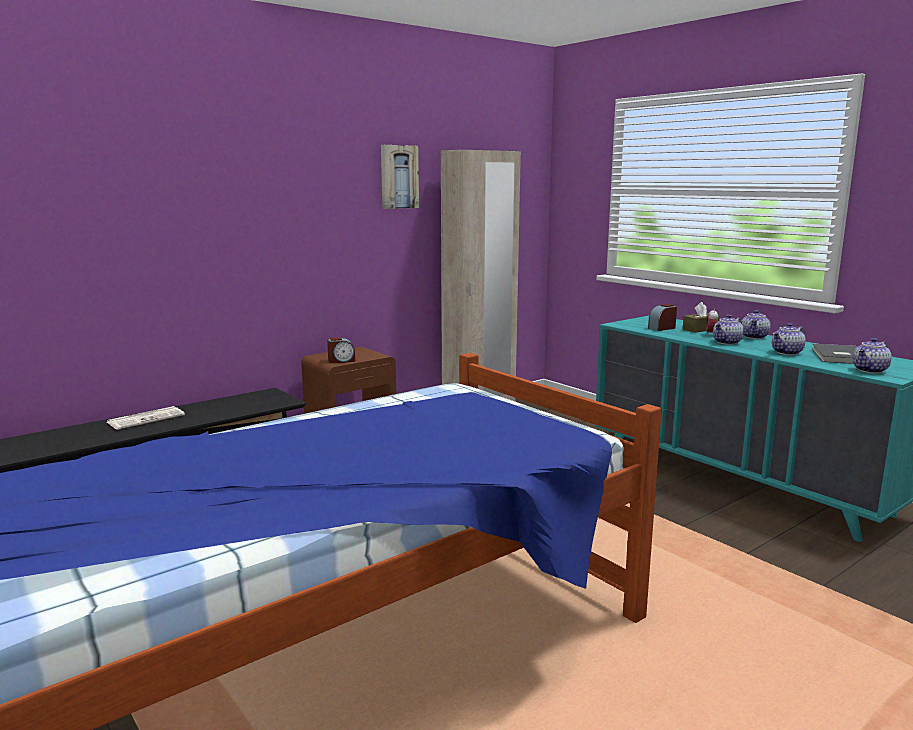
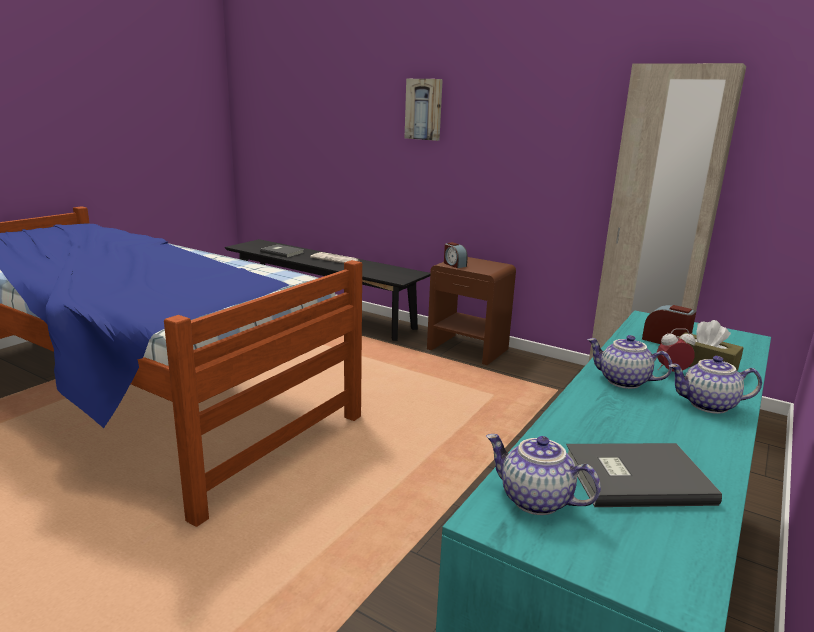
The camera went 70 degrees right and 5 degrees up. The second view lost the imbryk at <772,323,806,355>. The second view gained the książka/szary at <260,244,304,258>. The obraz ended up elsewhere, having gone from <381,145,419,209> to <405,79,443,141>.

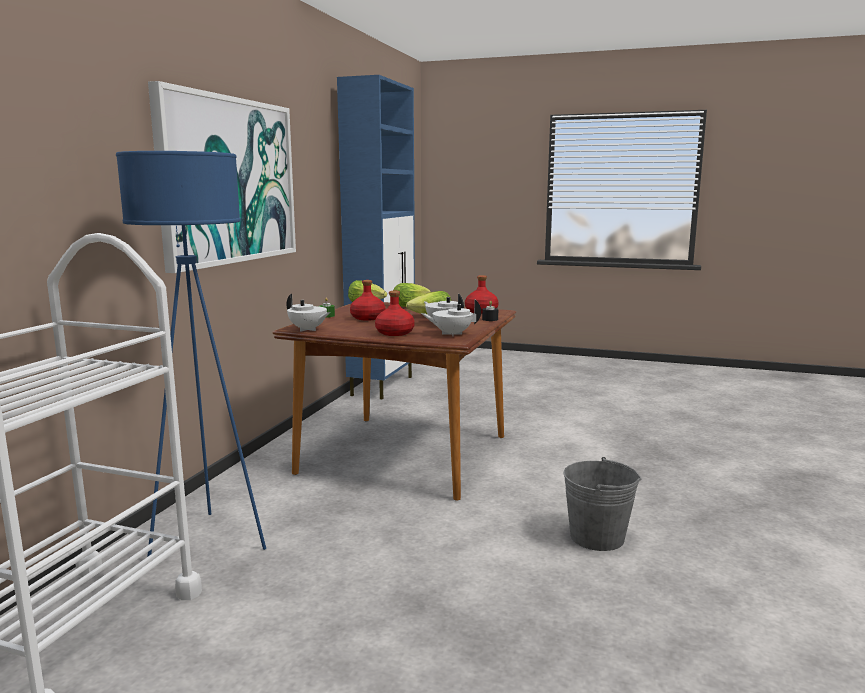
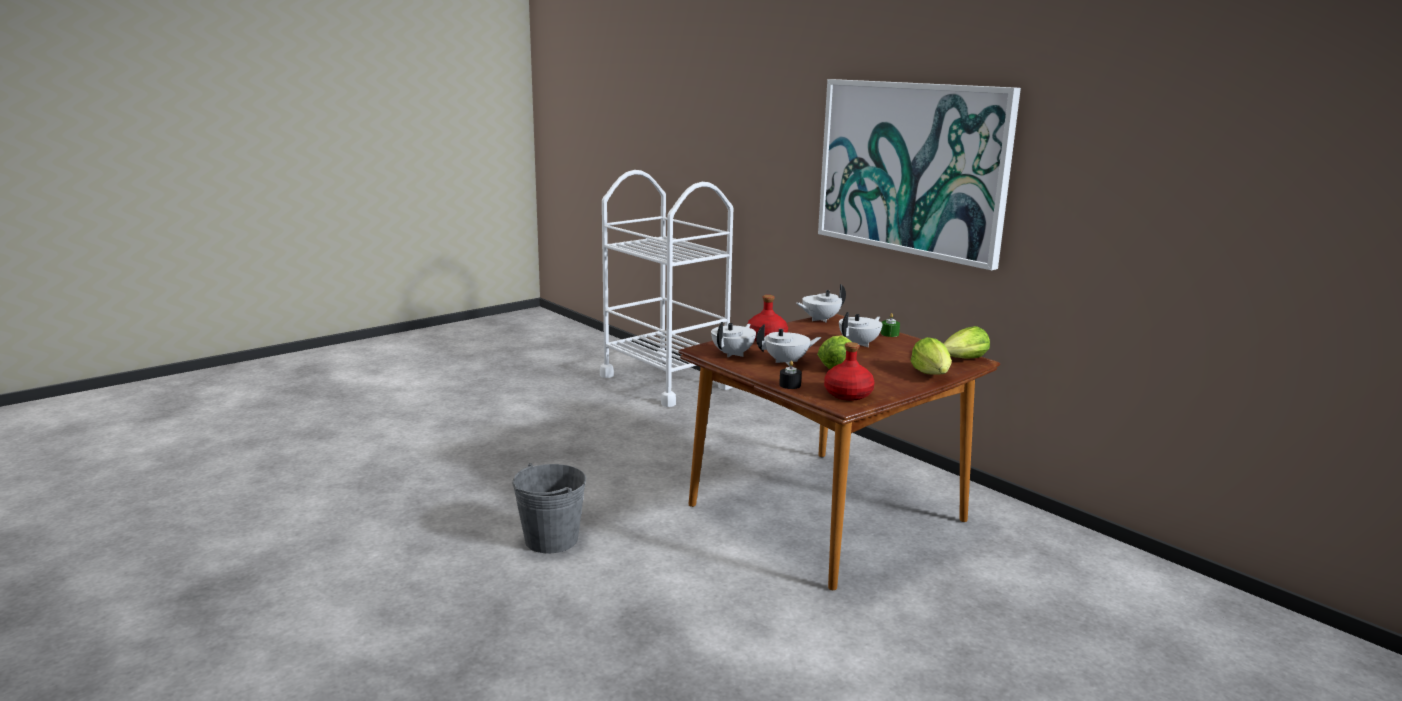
The camera went 120 degrees right and 5 degrees up. The second view lost the lampa stojąca/niebieski at <116,151,266,563>. The second view lost the szafka/niebieski at <337,75,415,399>. Where the butelka/czerwony stood at <350,280,385,321>, the imbryk/biały came to stand at <839,312,882,347>.

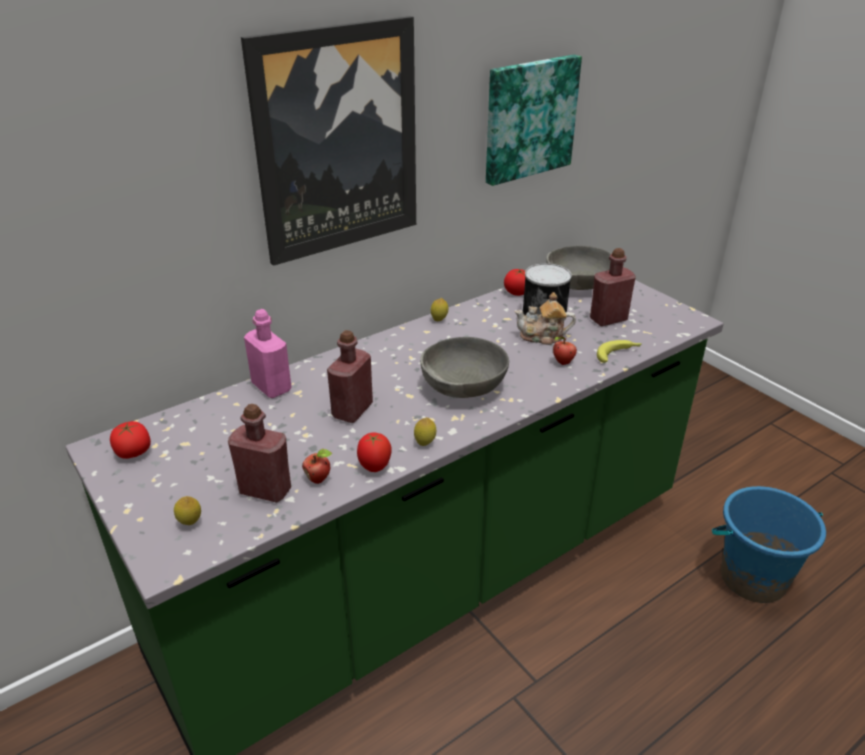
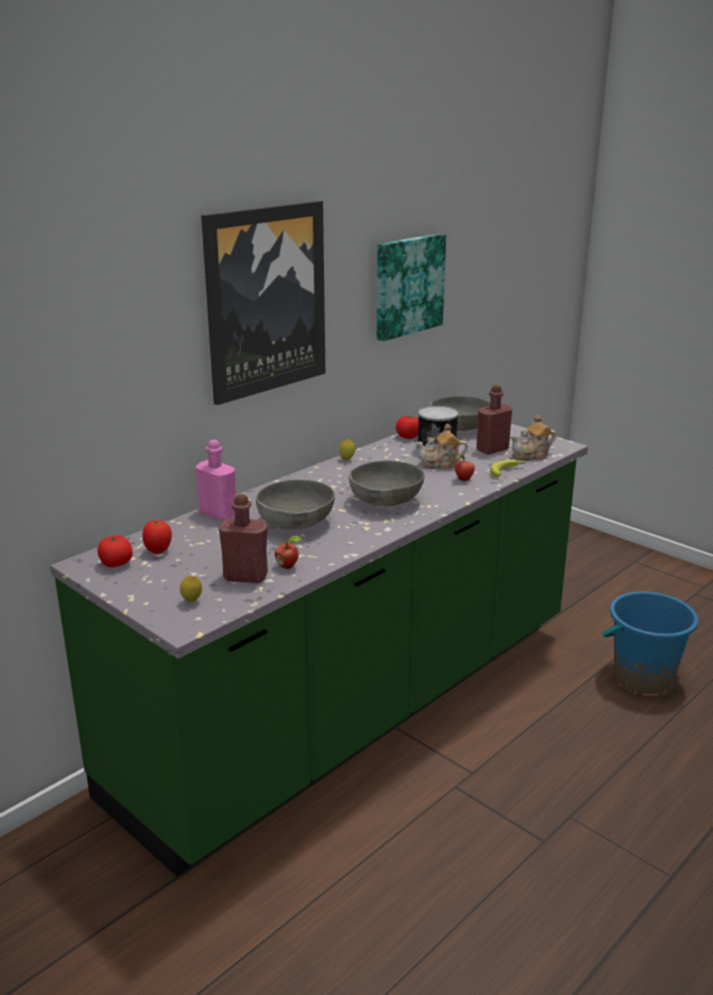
The camera went 10 degrees left and 10 degrees down. The second view lost the cytryna at <414,417,436,446>. The second view gained the imbryk at <511,415,556,460>. The pomidor ended up elsewhere, having gone from <357,433,392,472> to <142,520,172,554>. Where the butelka/czerwony stood at <327,330,373,423>, the miska/szary came to stand at <256,480,335,530>.

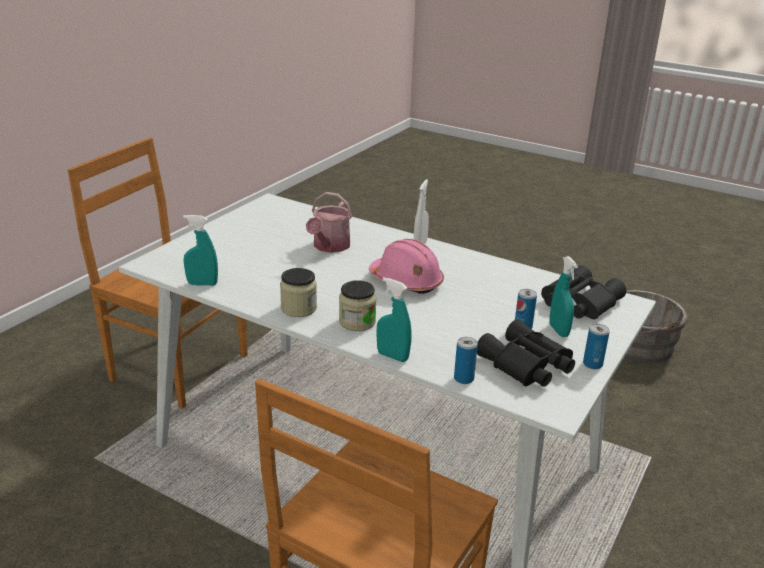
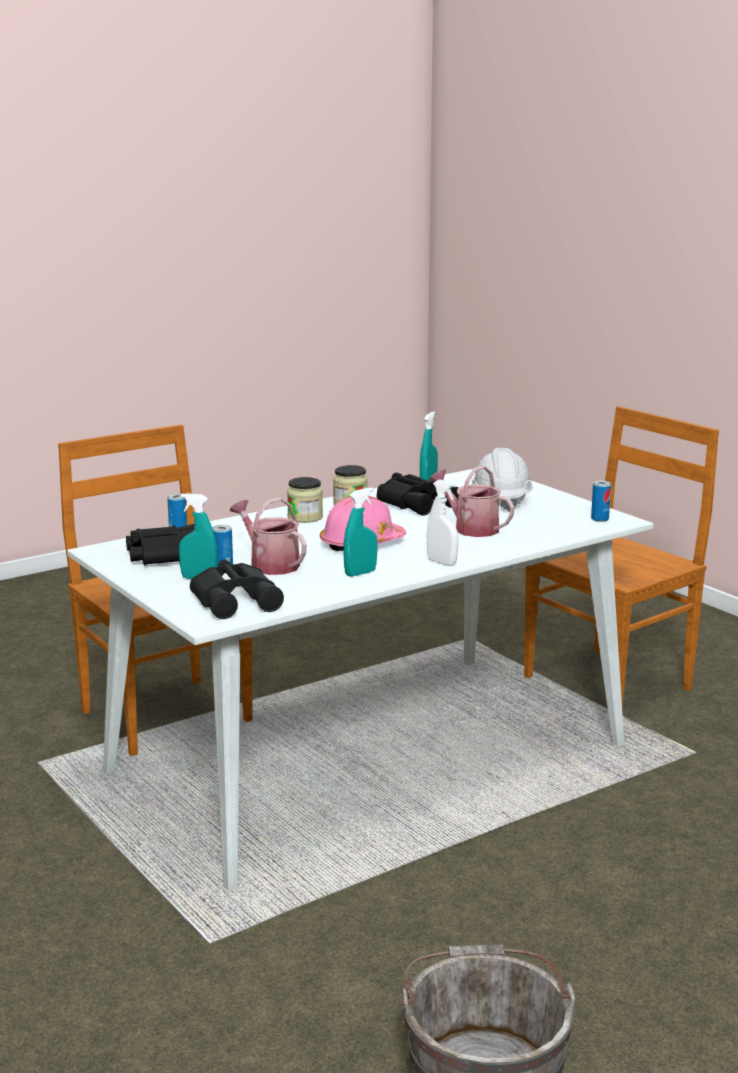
The camera went 115 degrees right and 10 degrees down. The second view gained the konewka at <230,497,307,575>. The second view gained the lornetka/czarny at <377,473,459,516>. The second view gained the kask/biały at <472,448,533,512>. The spryskiwacz/turkusowy ended up elsewhere, having gone from <376,277,411,362> to <343,488,378,577>. The puszka ended up elsewhere, having gone from <583,324,610,369> to <591,480,611,522>.

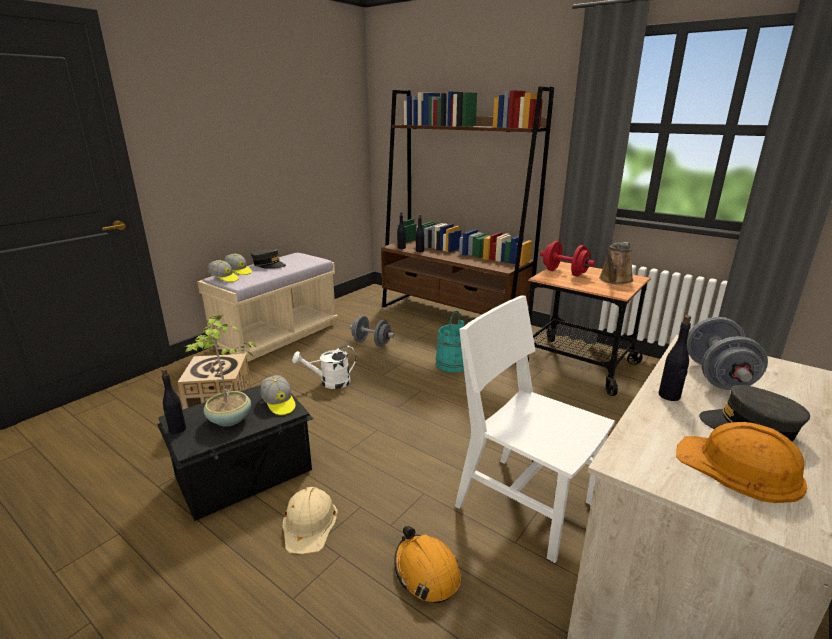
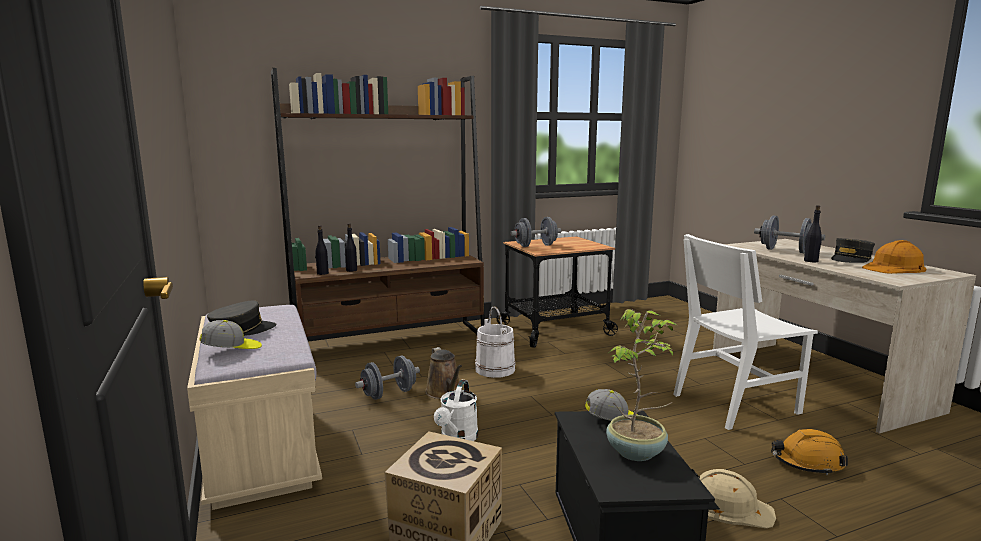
The camera went 60 degrees left and 10 degrees down. The second view lost the butelka/czarny at <162,369,186,434>. The second view lost the czapka z daszkiem at <208,260,239,282>. The konewka/brązowy ended up elsewhere, having gone from <599,242,633,284> to <425,347,462,399>. What was the wiadro/turkusowy at <436,311,464,373> turned into the wiadro/biały at <475,306,516,378>. What was the hantel/czerwony at <540,241,595,276> turned into the hantel/szary at <510,217,561,247>.

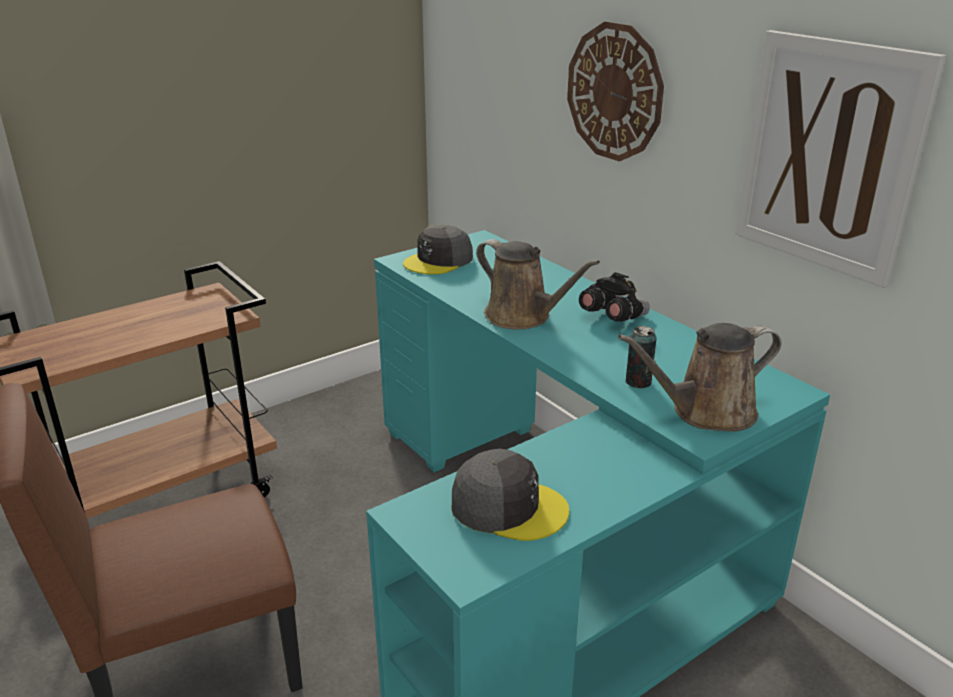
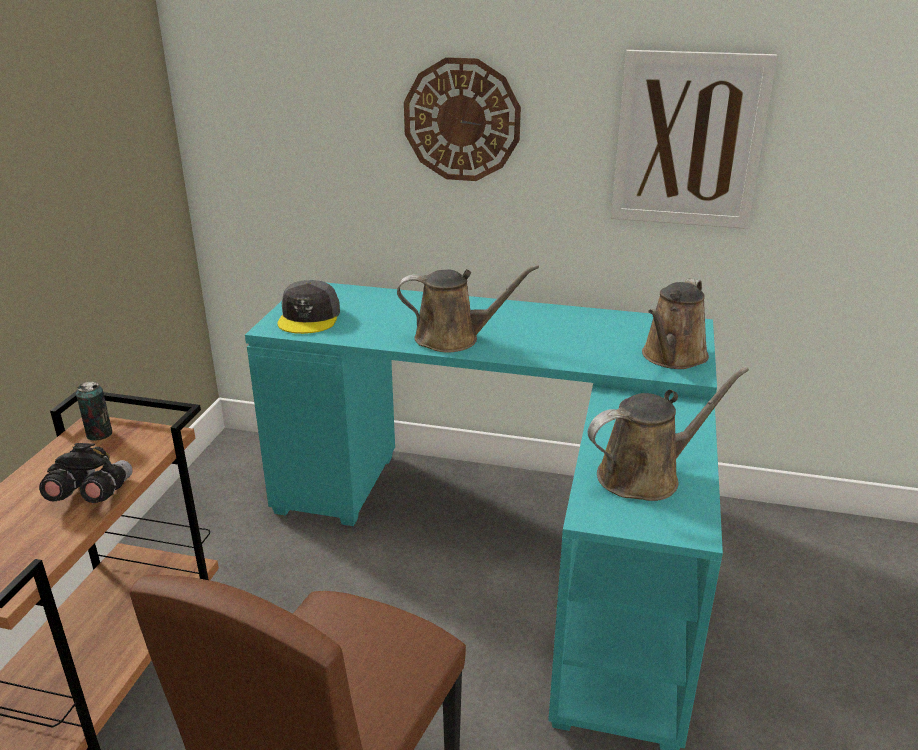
The camera went 40 degrees left and 0 degrees up. The lornetka/czarny ended up elsewhere, having gone from <579,272,650,322> to <39,443,132,503>. The puszka ended up elsewhere, having gone from <626,326,656,388> to <76,382,112,441>. Where the czapka z daszkiem/szary stood at <451,449,569,541>, the konewka/brązowy came to stand at <588,367,749,501>.

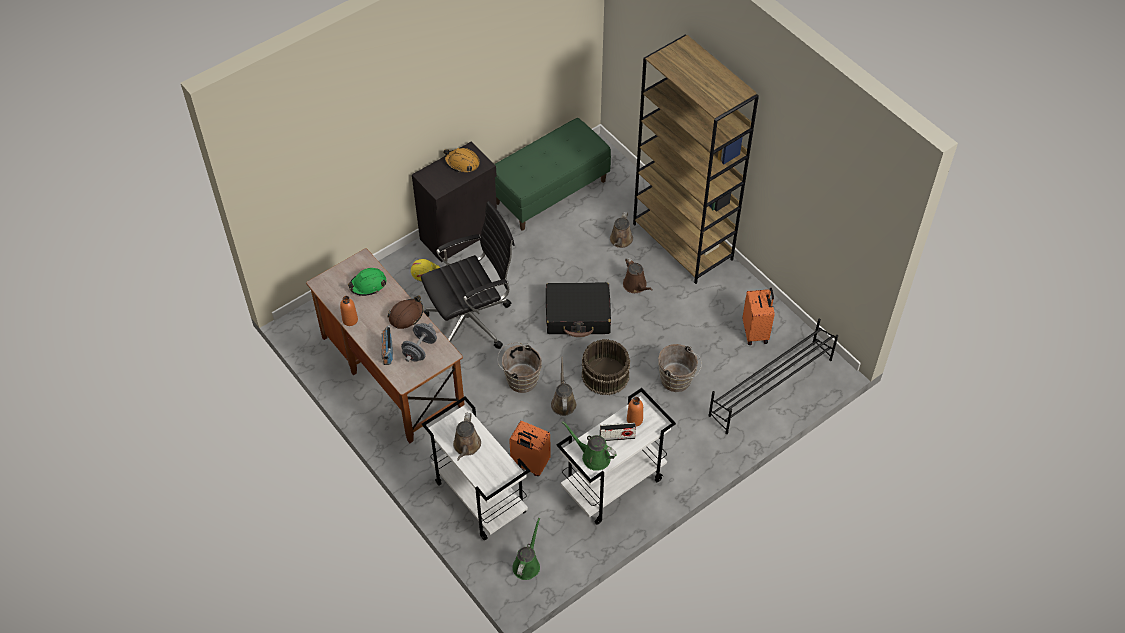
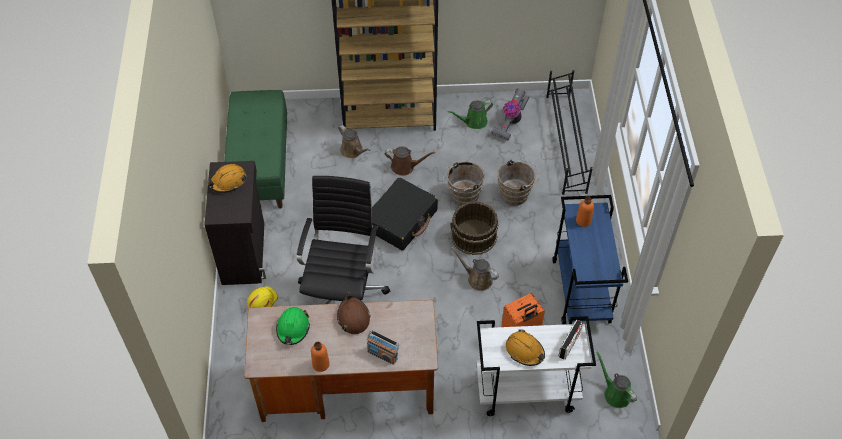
The camera went 55 degrees left and 0 degrees up. The second view lost the hantel/szary at <401,323,437,362>. The wiadro/brązowy ended up elsewhere, having gone from <498,343,542,393> to <443,161,485,206>. The konewka/zielony ended up elsewhere, having gone from <562,421,617,471> to <448,100,493,129>. The radio ended up elsewhere, having gone from <600,423,636,441> to <559,319,583,360>. Where the konewka/brązowy stood at <453,413,481,461>, the kask/pomarańczowy came to stand at <506,330,545,366>. Where the walizka/pomarańczowy stood at <742,288,775,345>, the odkurzacz came to stand at <491,88,529,141>. What was the wózek/biały at <557,388,676,525> turned into the wózek/niebieski at <552,195,628,325>.

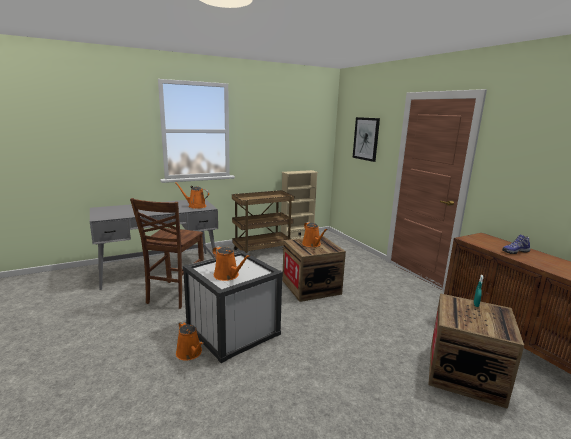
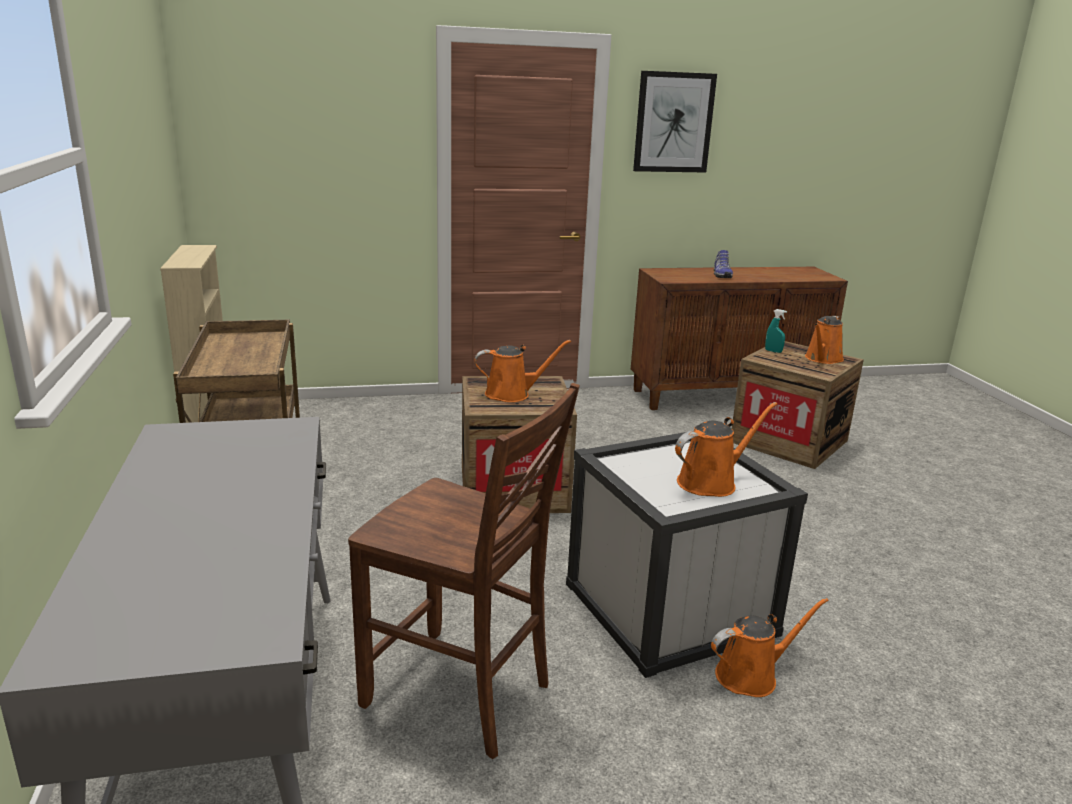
The camera went 75 degrees left and 5 degrees up. The konewka/pomarańczowy ended up elsewhere, having gone from <175,182,209,209> to <805,316,844,364>. The obraz ended up elsewhere, having gone from <353,117,380,162> to <633,71,717,173>.

